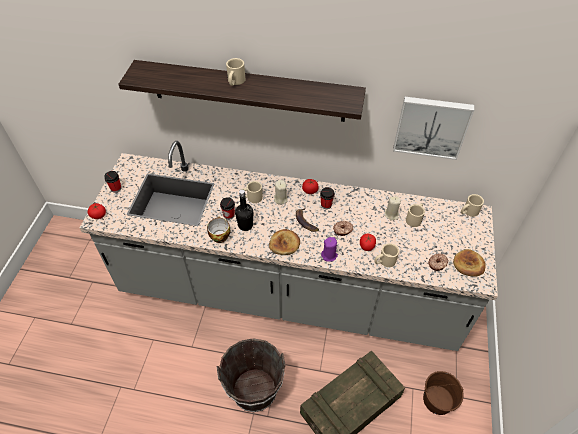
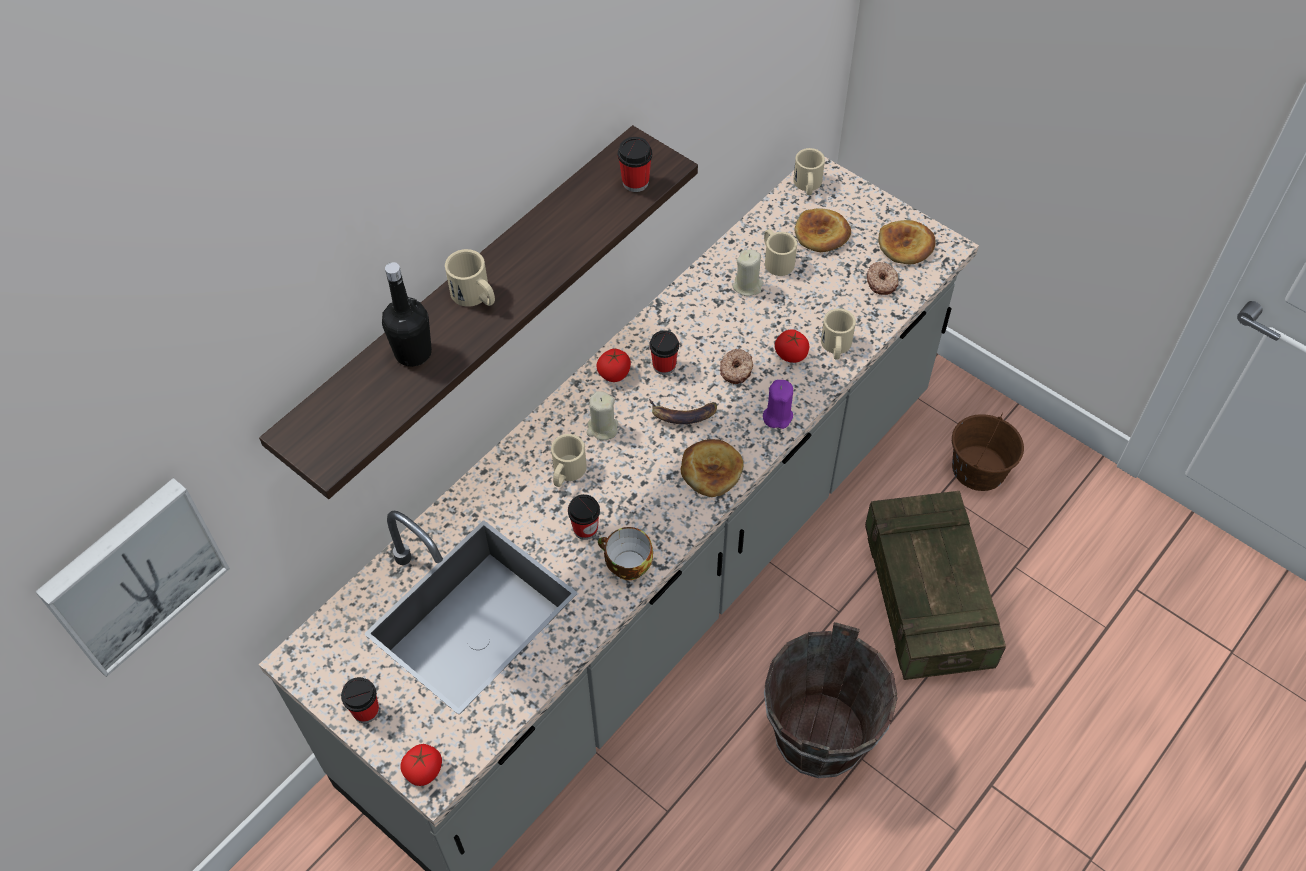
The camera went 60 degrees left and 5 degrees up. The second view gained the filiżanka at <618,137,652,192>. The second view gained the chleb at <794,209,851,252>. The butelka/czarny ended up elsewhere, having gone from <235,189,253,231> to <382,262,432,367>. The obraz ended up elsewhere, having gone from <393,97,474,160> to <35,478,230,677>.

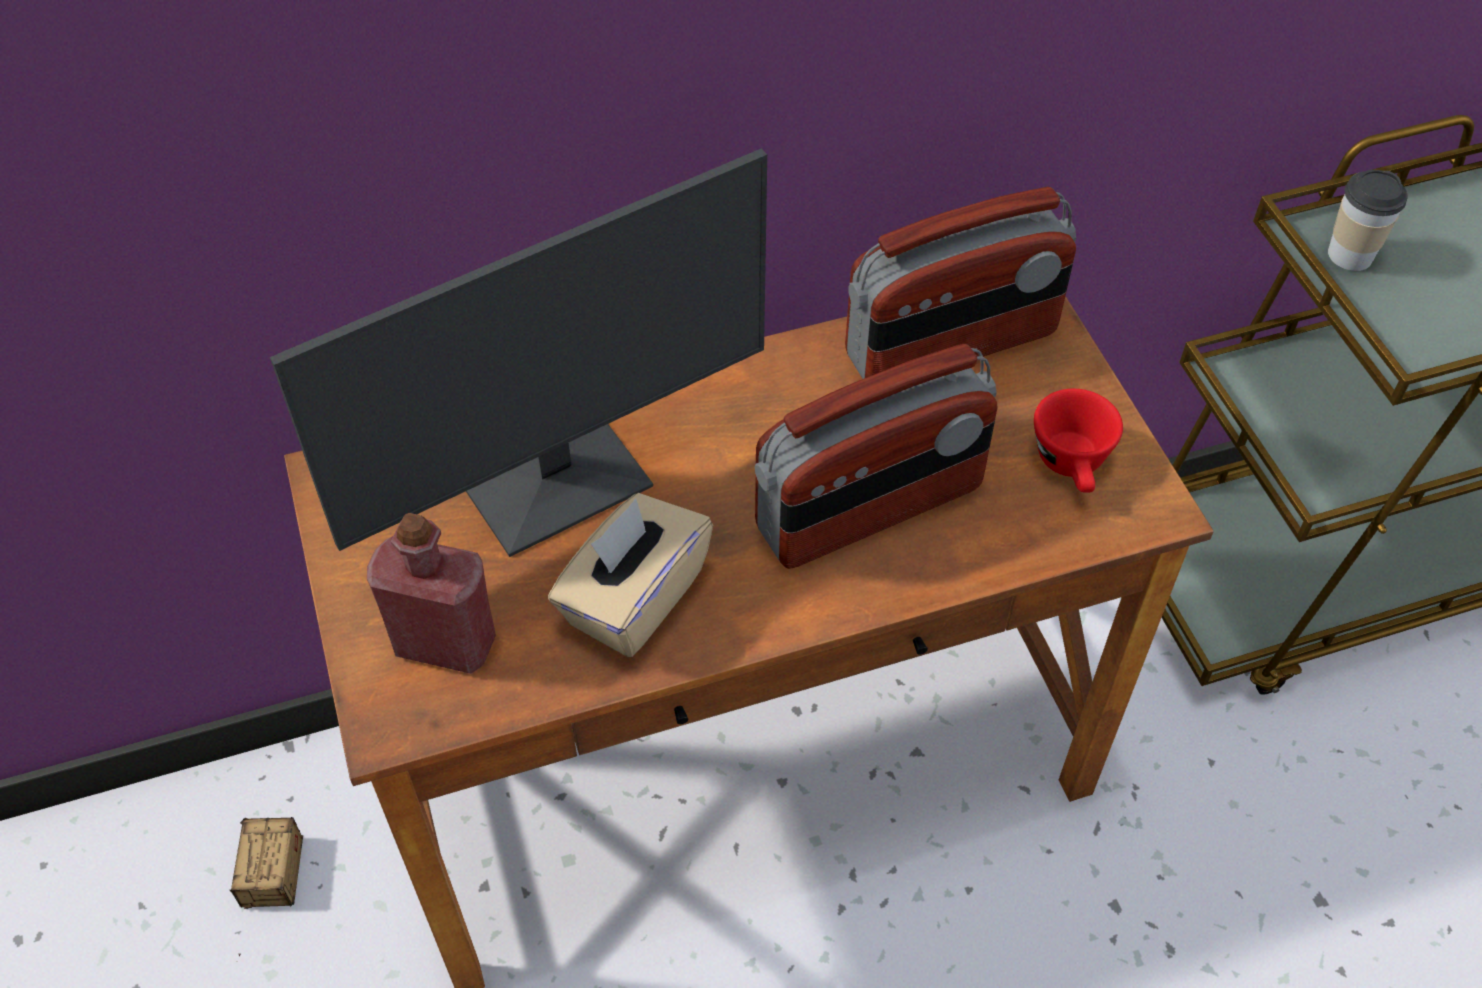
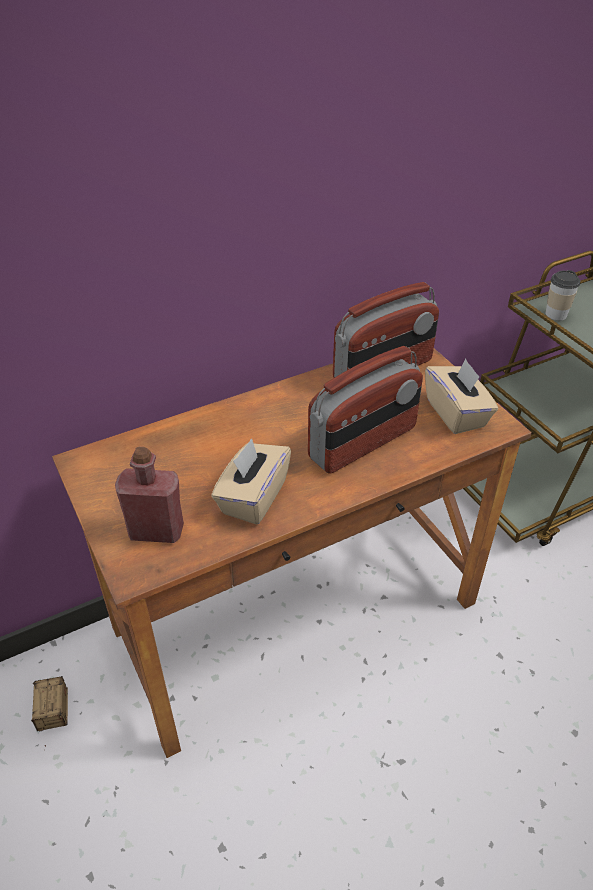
The camera went 10 degrees left and 10 degrees down. The second view lost the monitor at <270,148,767,557>. Where the filiżanka/czerwony stood at <1034,388,1123,493>, the pudełko chusteczek/beżowy came to stand at <425,358,498,434>.

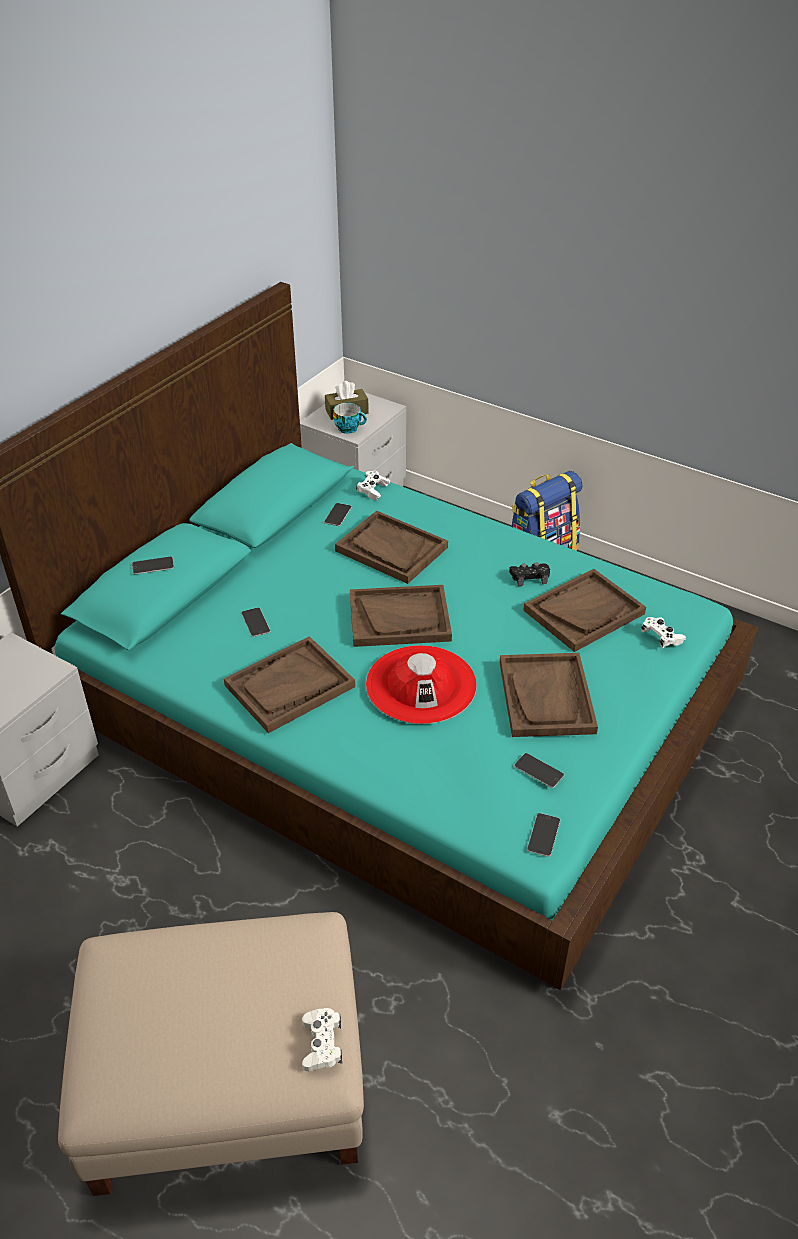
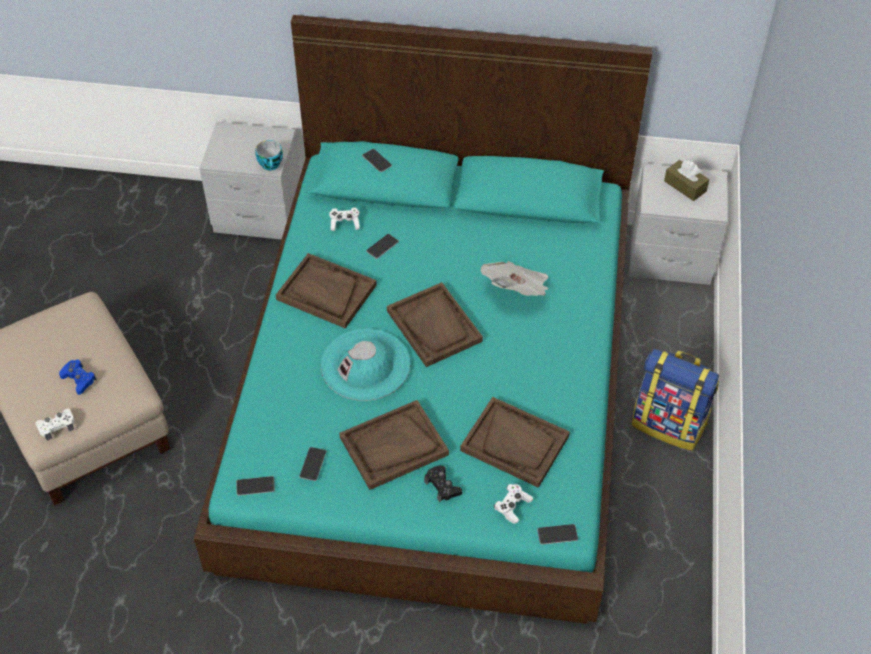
The camera went 65 degrees right and 10 degrees up. The second view gained the pad do gier/niebieski at <59,360,97,395>. The telefon ended up elsewhere, having gone from <324,503,352,526> to <537,524,578,545>. The filiżanka ended up elsewhere, having gone from <333,403,367,434> to <256,140,283,170>. The pad do gier/biały ended up elsewhere, having gone from <356,471,390,500> to <329,207,360,231>. The pad do gier/czarny ended up elsewhere, having gone from <509,562,550,586> to <424,465,462,502>. Where the taca/brązowy stood at <335,511,448,584>, the gazeta came to stand at <481,261,549,296>. What was the kapelusz/czerwony at <366,645,477,724> turned into the kapelusz/turkusowy at <321,329,410,401>.

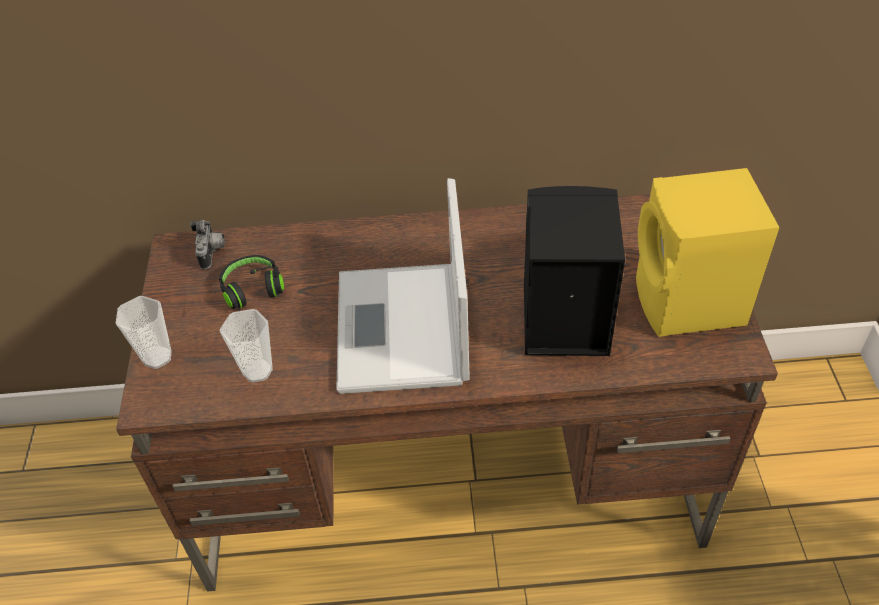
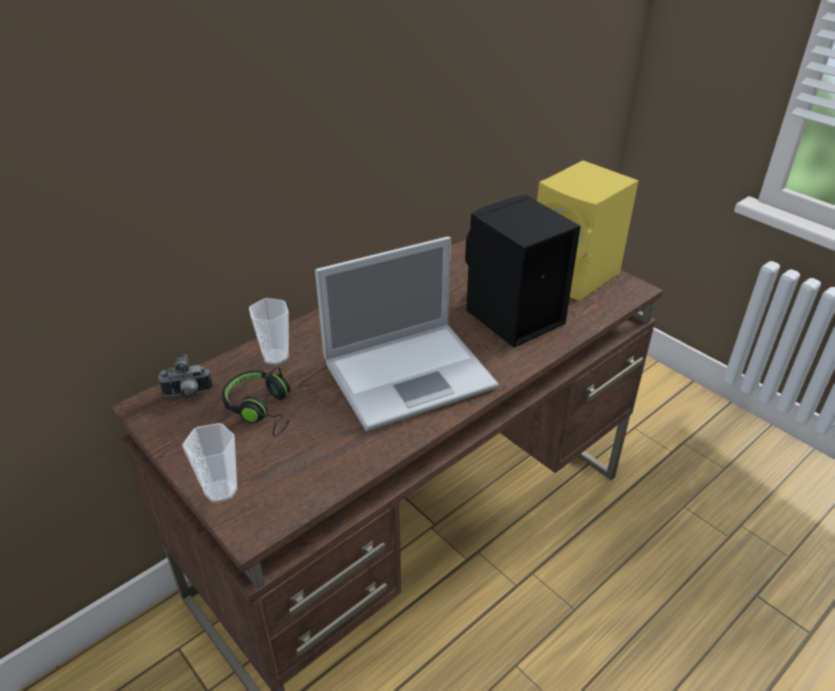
The camera went 40 degrees left and 10 degrees down. The filiżanka ended up elsewhere, having gone from <220,309,273,383> to <249,298,288,365>. The aparat fotograficzny at <190,220,225,269> ended up facing another way, 120 degrees clockwise from before. The laptop at <336,178,470,394> ended up facing another way, 75 degrees counterclockwise from before.

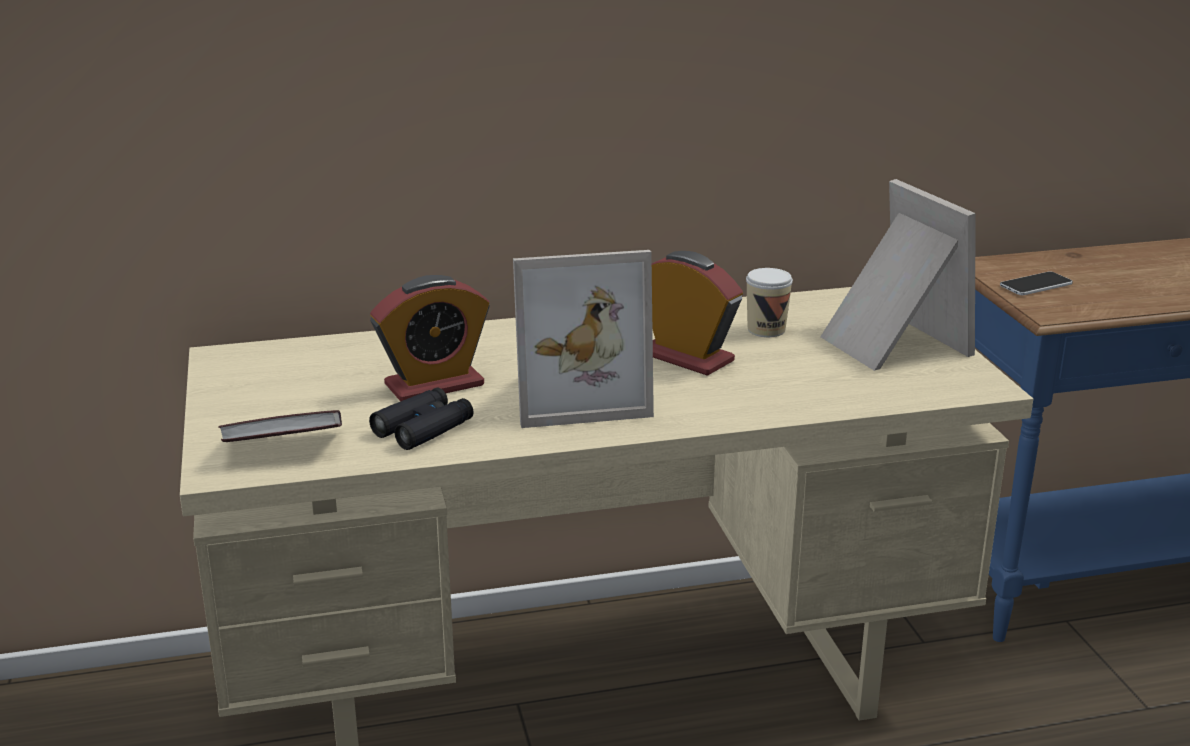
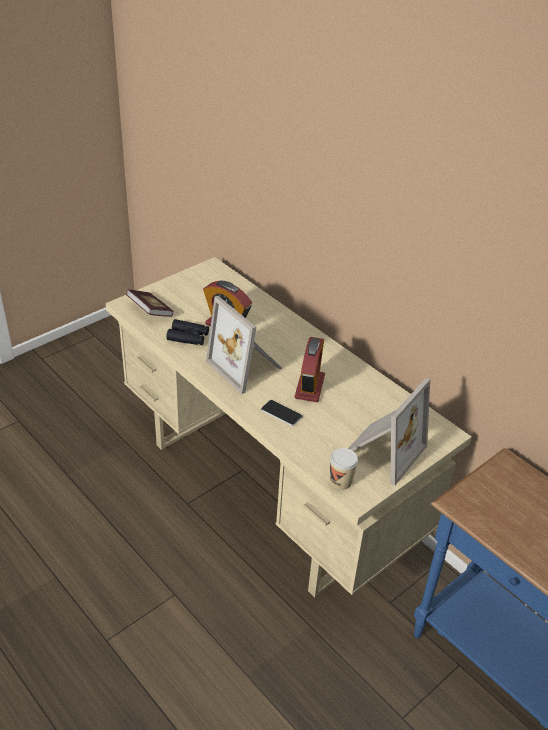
The camera went 60 degrees right and 15 degrees up. The filiżanka ended up elsewhere, having gone from <746,268,793,337> to <330,448,358,490>. The telefon ended up elsewhere, having gone from <1000,271,1073,295> to <261,400,303,426>.

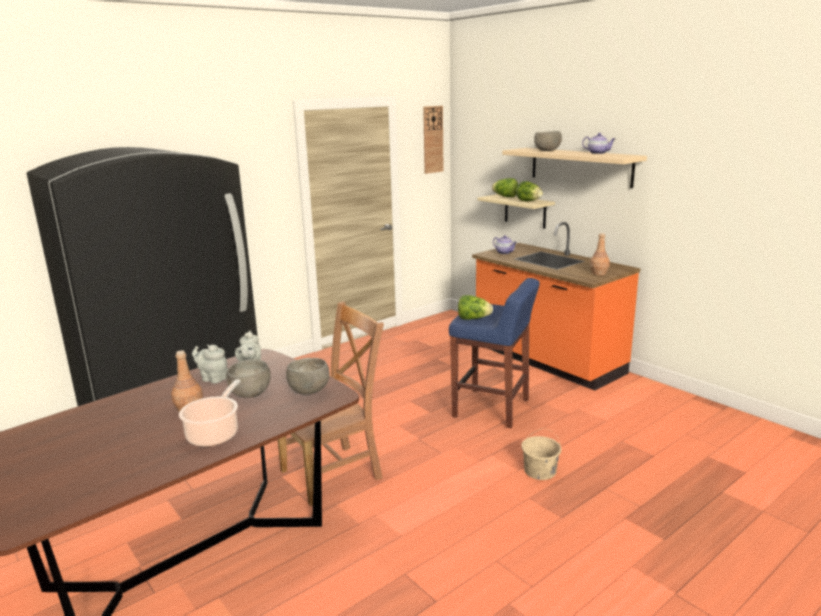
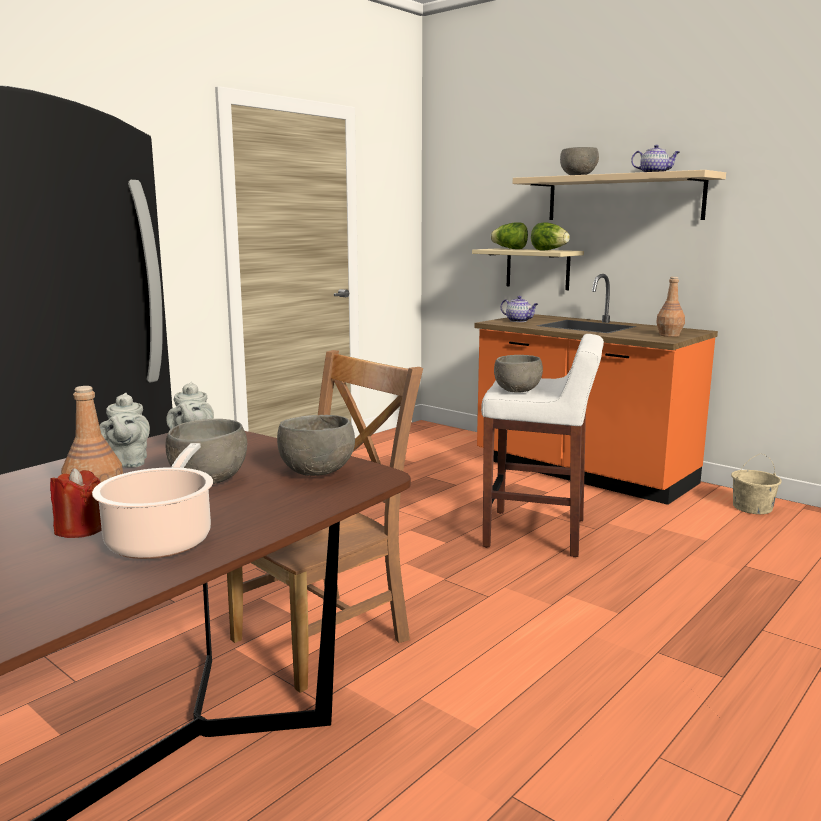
The camera went 10 degrees left and 5 degrees down. The second view lost the zegar ścienny at <423,106,443,174>. The second view gained the świeca/czerwony at <50,468,102,538>. The wiadro/beżowy ended up elsewhere, having gone from <521,428,561,480> to <731,454,782,514>. Where the sałata stood at <458,295,493,320>, the miska/szary came to stand at <494,355,543,393>. What was the stołek/niebieski at <449,278,540,428> turned into the stołek/biały at <481,334,604,557>. The imbryk/szary at <192,345,228,384> ended up facing another way, 120 degrees counterclockwise from before.

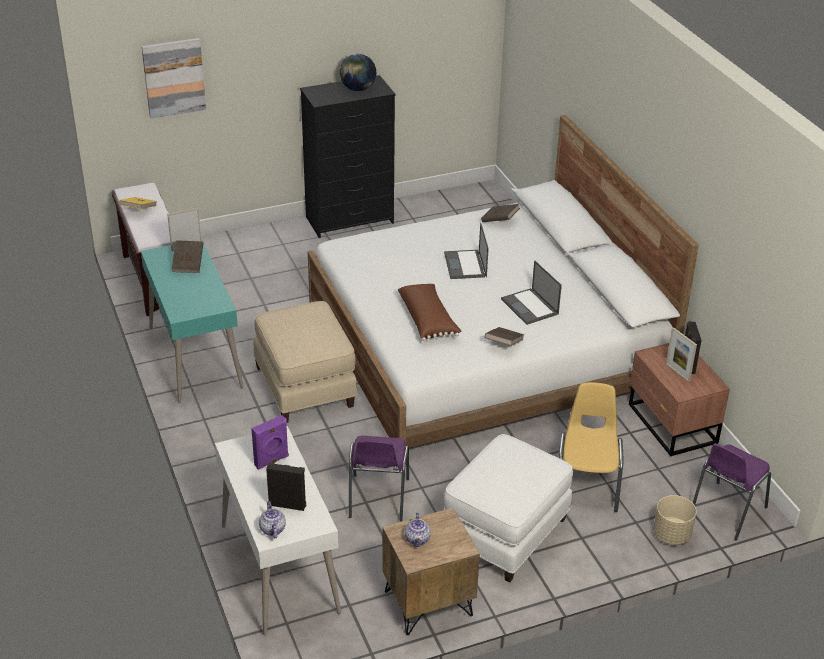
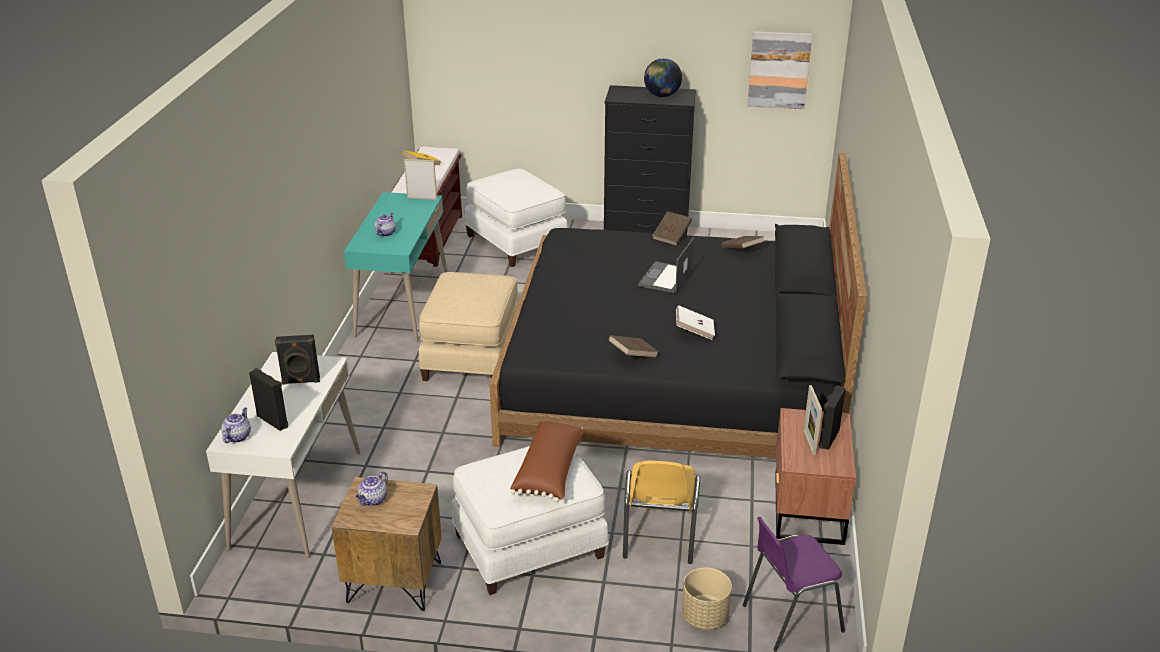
The camera went 30 degrees right and 5 degrees down. The second view lost the krzesło/fioletowy at <349,436,409,521>. The second view gained the imbryk at <374,213,396,237>. The second view gained the pufa/biały at <465,168,568,267>. The obraz ended up elsewhere, having gone from <141,38,206,118> to <747,31,812,109>. The książka/brązowy ended up elsewhere, having gone from <172,240,204,273> to <652,211,692,246>. The poduszka/brązowy ended up elsewhere, having gone from <398,284,462,341> to <510,421,586,502>. Where the laptop stood at <501,260,562,325>, the książka/biały came to stand at <676,305,715,340>. What was the głośnik/fioletowy at <251,415,289,470> turned into the głośnik/czarny at <275,335,320,385>. What was the łóżko/biały at <308,115,699,448> turned into the łóżko/czarny at <489,153,867,458>. The krzesło/żółty at <559,382,623,512> ended up facing another way, 150 degrees clockwise from before.

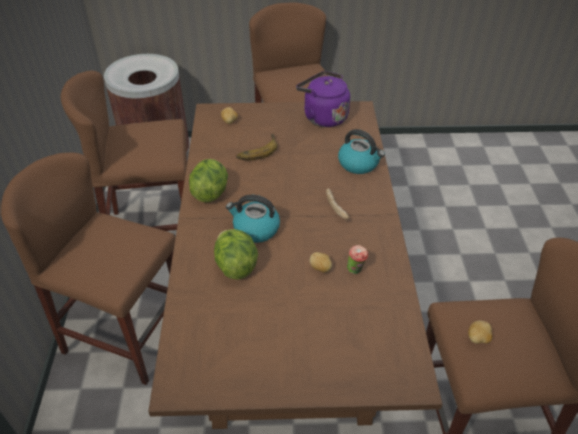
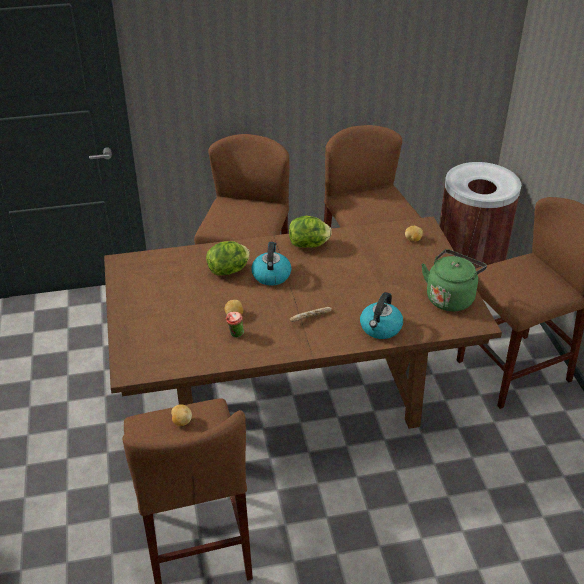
The camera went 80 degrees right and 5 degrees down. The second view lost the banan at <236,134,278,160>. What was the czajnik/fioletowy at <296,71,350,127> turned into the czajnik/zielony at <421,249,487,311>.

